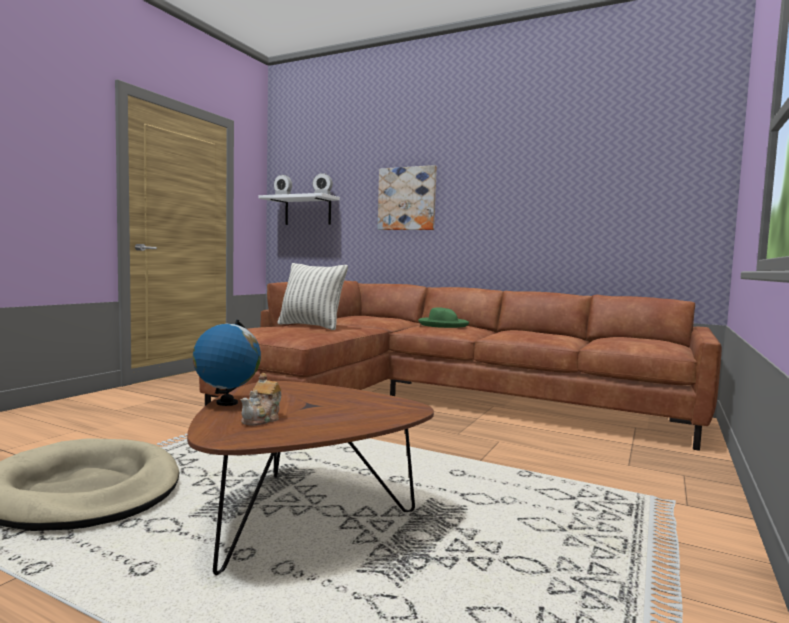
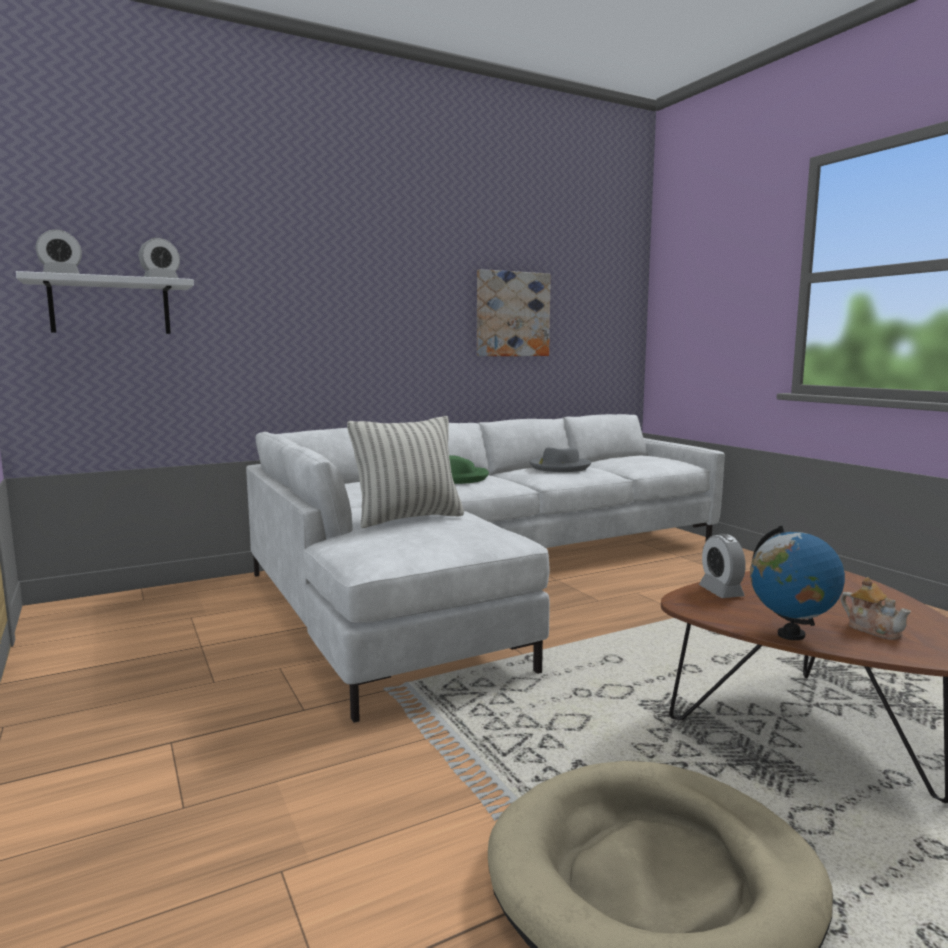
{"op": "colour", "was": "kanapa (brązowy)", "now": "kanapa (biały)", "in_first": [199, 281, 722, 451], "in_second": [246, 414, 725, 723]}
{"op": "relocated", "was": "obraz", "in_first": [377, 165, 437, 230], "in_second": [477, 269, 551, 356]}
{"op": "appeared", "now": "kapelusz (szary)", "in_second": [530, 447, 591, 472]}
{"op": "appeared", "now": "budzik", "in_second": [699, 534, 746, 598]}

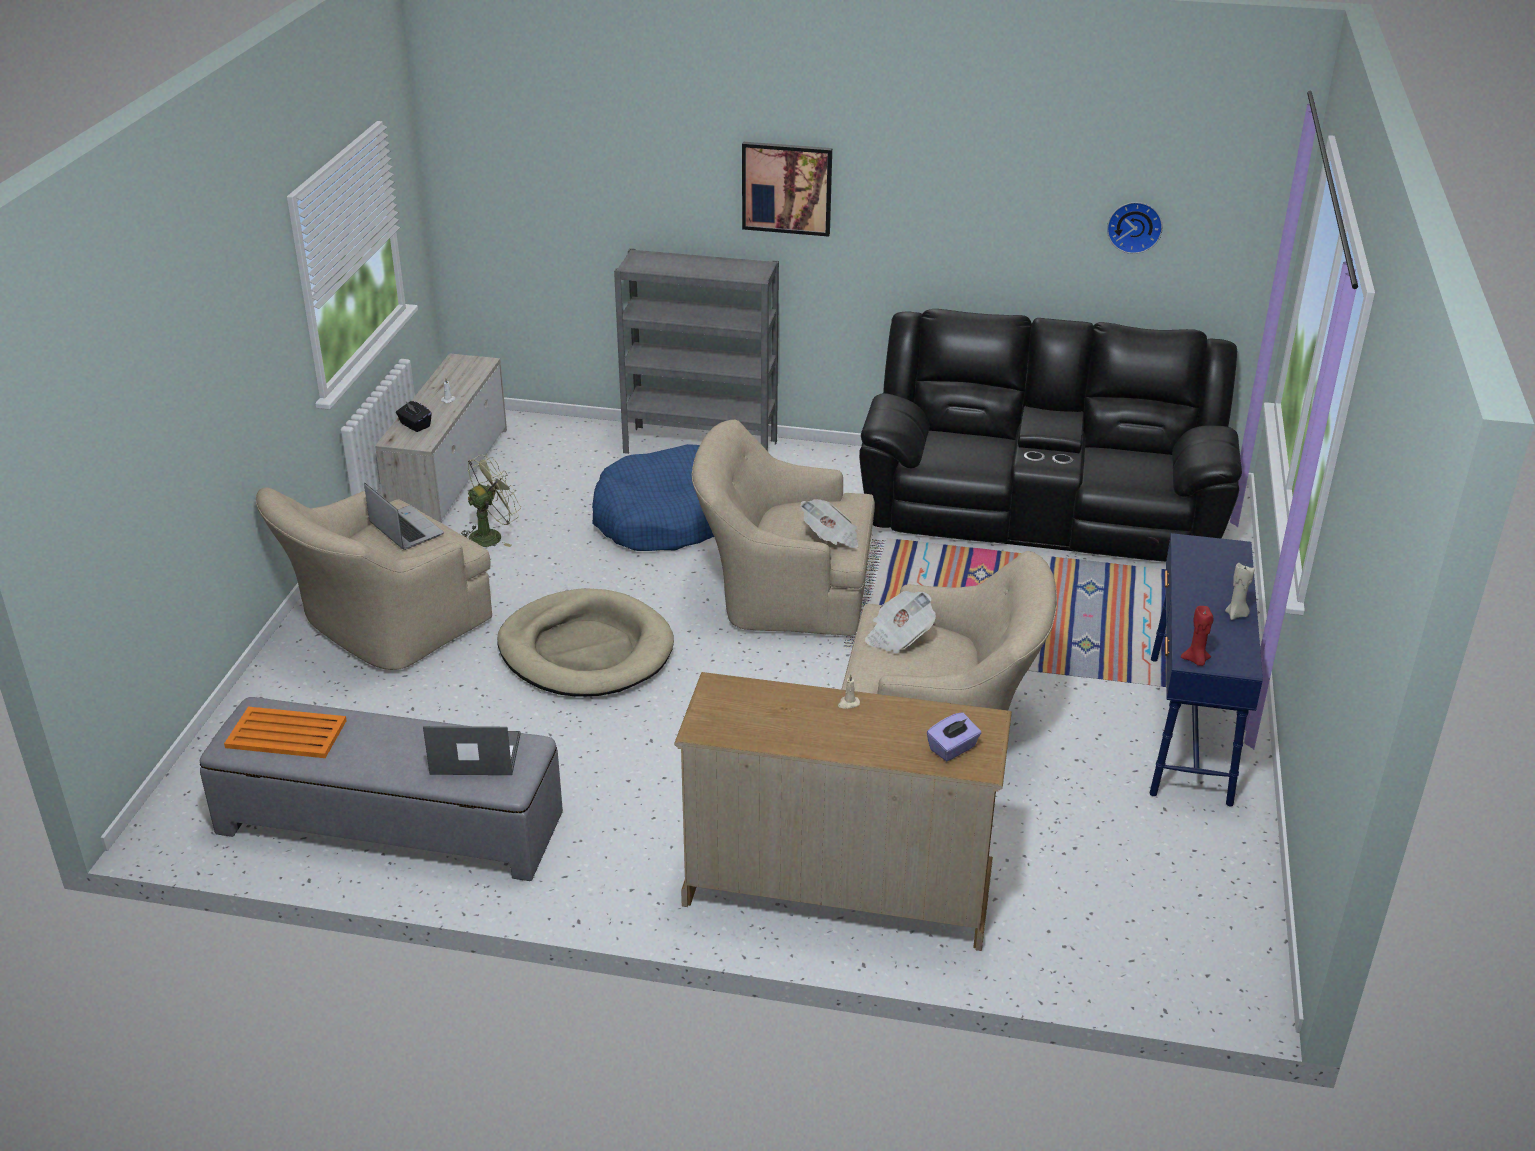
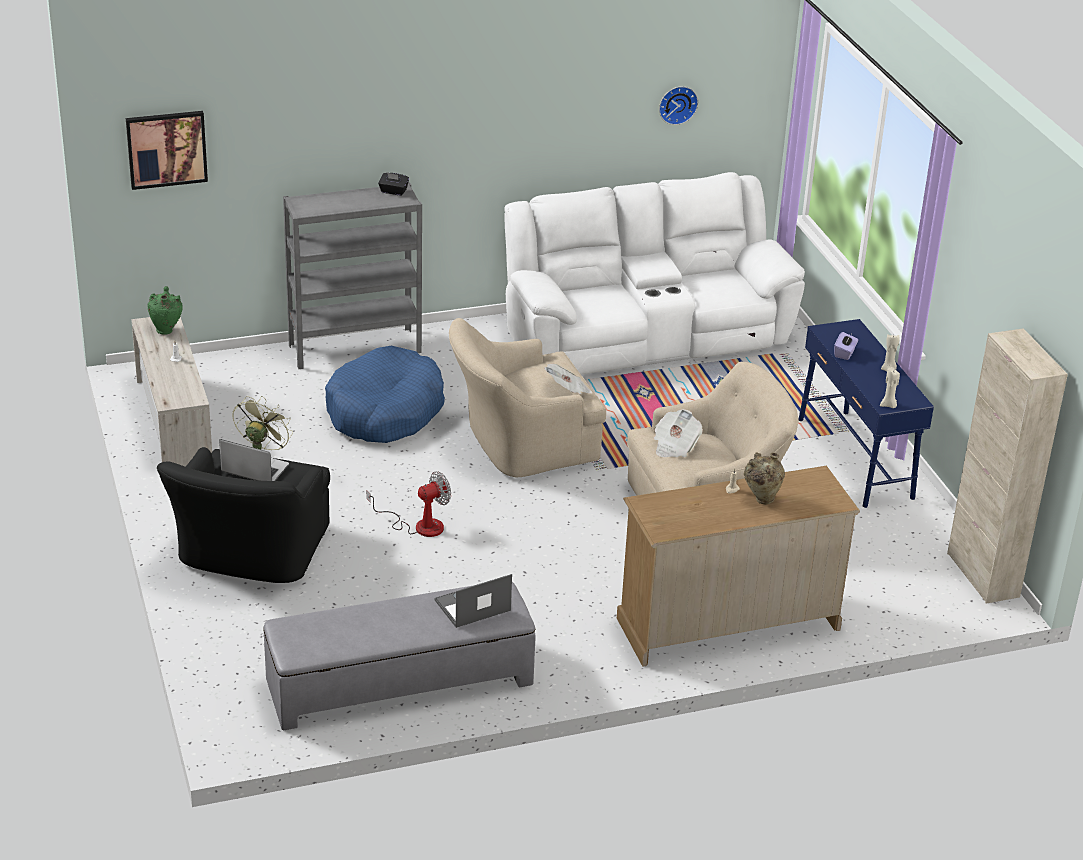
{"op": "relocated", "was": "obraz", "in_first": [742, 142, 832, 237], "in_second": [126, 111, 208, 190]}
{"op": "appeared", "now": "wazon (zielony)", "in_second": [147, 286, 183, 335]}
{"op": "colour", "was": "fotel (beżowy)", "now": "fotel (czarny)", "in_first": [256, 487, 492, 670], "in_second": [157, 447, 330, 583]}
{"op": "exchanged", "was": "legowisko (beżowy)", "now": "wentylator", "in_first": [497, 588, 674, 697], "in_second": [367, 471, 451, 537]}
{"op": "relocated", "was": "pudełko chusteczek (czarny)", "in_first": [396, 401, 432, 432], "in_second": [378, 173, 409, 196]}
{"op": "colour", "was": "kanapa (czarny)", "now": "kanapa (biały)", "in_first": [859, 309, 1242, 562], "in_second": [504, 172, 805, 374]}
{"op": "appeared", "now": "wazon (beżowy)", "in_second": [744, 452, 785, 504]}
{"op": "relocated", "was": "pudełko chusteczek (fioletowy)", "in_first": [927, 712, 981, 761], "in_second": [834, 332, 858, 360]}
{"op": "colour", "was": "świeca (czerwony)", "now": "świeca (beżowy)", "in_first": [1181, 606, 1213, 666], "in_second": [880, 367, 900, 408]}
{"op": "appeared", "now": "szafka (beżowy)", "in_second": [947, 328, 1068, 604]}
{"op": "missing", "was": "taca (pomarańczowy)", "in_first": [224, 707, 347, 758]}

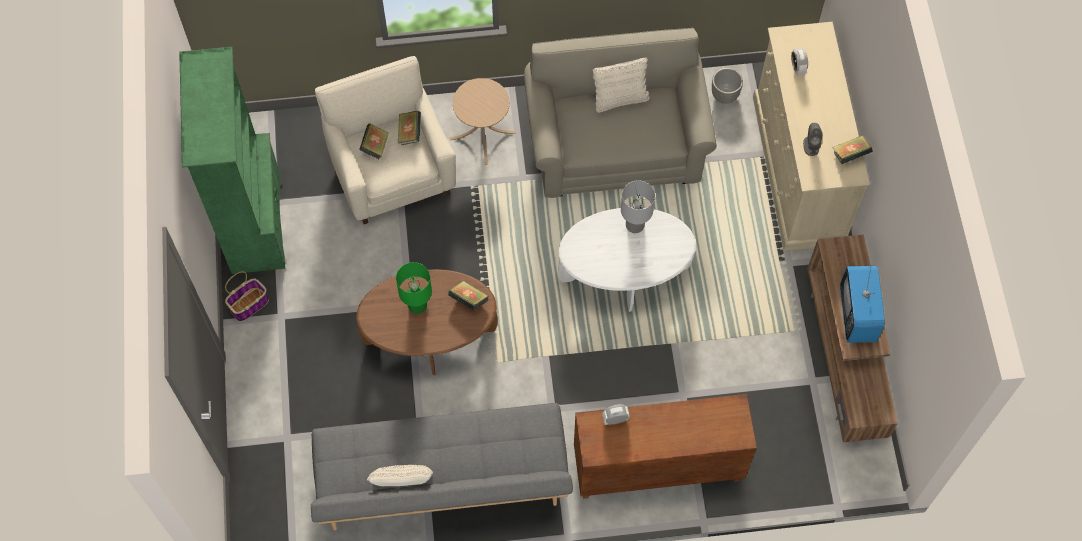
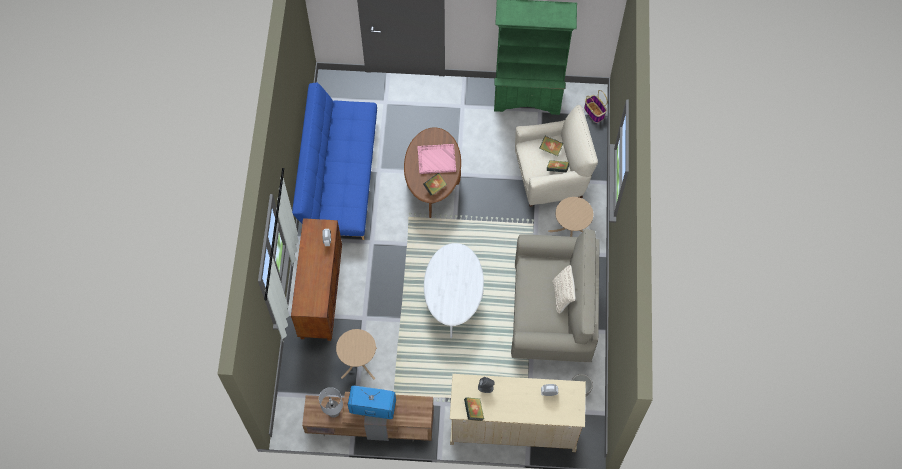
{"op": "colour", "was": "kanapa (szary)", "now": "kanapa (niebieski)", "in_first": [311, 403, 573, 530], "in_second": [292, 83, 377, 240]}
{"op": "relocated", "was": "lampa stołowa (szary)", "in_first": [621, 180, 655, 233], "in_second": [319, 387, 343, 418]}
{"op": "appeared", "now": "stolik (beżowy)", "in_second": [336, 329, 377, 379]}
{"op": "exchanged", "was": "lampa stołowa (zielony)", "now": "taca (różowy)", "in_first": [396, 262, 432, 314], "in_second": [417, 144, 456, 174]}
{"op": "relocated", "was": "koszyk", "in_first": [225, 271, 269, 322], "in_second": [584, 90, 607, 123]}
{"op": "missing", "was": "poduszka (beżowy)", "in_first": [367, 465, 433, 486]}

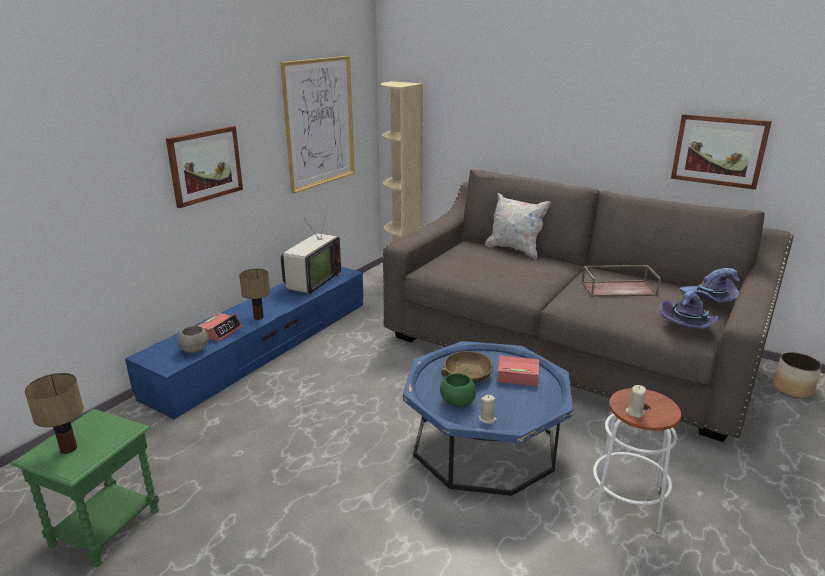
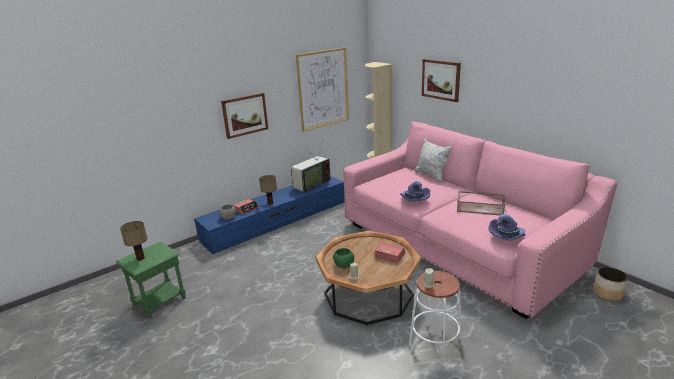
{"op": "colour", "was": "ława (niebieski)", "now": "ława (brązowy)", "in_first": [403, 341, 573, 496], "in_second": [315, 230, 421, 325]}
{"op": "colour", "was": "kanapa (szary)", "now": "kanapa (różowy)", "in_first": [383, 169, 793, 442], "in_second": [343, 121, 617, 319]}
{"op": "relocated", "was": "kapelusz (fioletowy)", "in_first": [679, 268, 740, 303], "in_second": [400, 181, 430, 201]}
{"op": "relocated", "was": "obraz", "in_first": [671, 114, 772, 190], "in_second": [422, 59, 461, 102]}
{"op": "missing", "was": "miska (brązowy)", "in_first": [441, 351, 493, 384]}

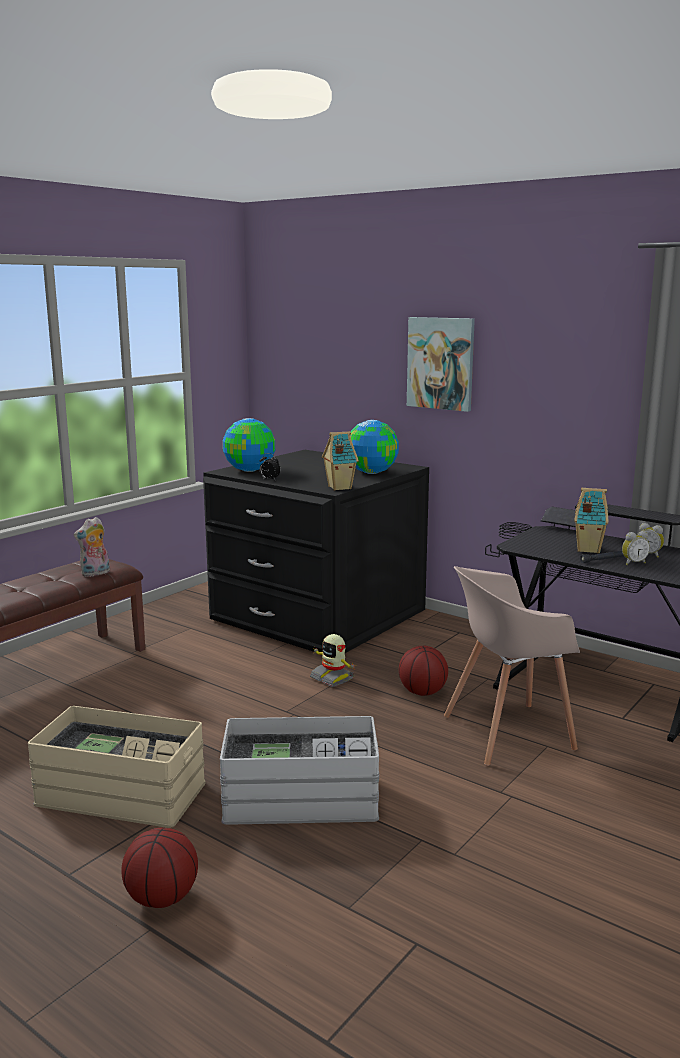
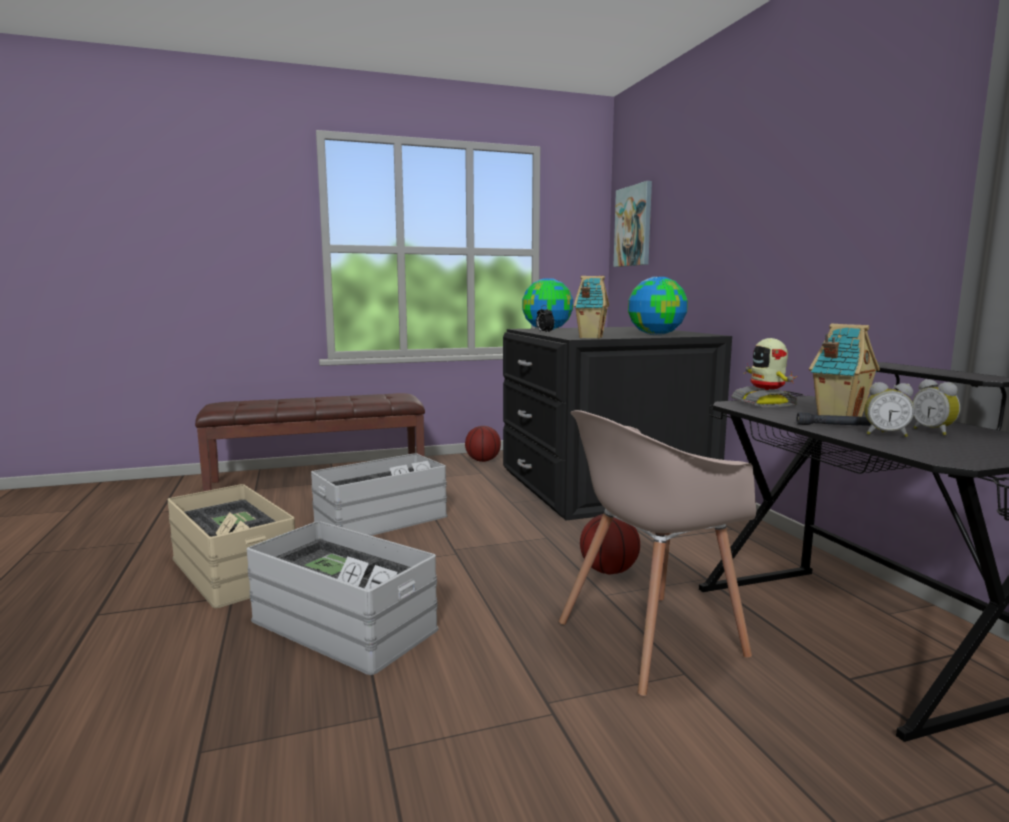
{"op": "appeared", "now": "pojemnik do przechowywania (szary)", "in_second": [311, 453, 448, 536]}
{"op": "relocated", "was": "piłka do koszykówki", "in_first": [121, 828, 198, 908], "in_second": [465, 426, 501, 462]}
{"op": "spun", "was": "krzesło (beżowy)", "in_first": [444, 566, 580, 766], "in_second": [559, 410, 756, 696], "clockwise": -45}
{"op": "relocated", "was": "obraz", "in_first": [407, 317, 475, 412], "in_second": [613, 181, 652, 267]}
{"op": "relocated", "was": "robot zabawkowy", "in_first": [310, 634, 357, 687], "in_second": [731, 338, 798, 407]}
{"op": "missing", "was": "pluszak", "in_first": [74, 517, 110, 577]}

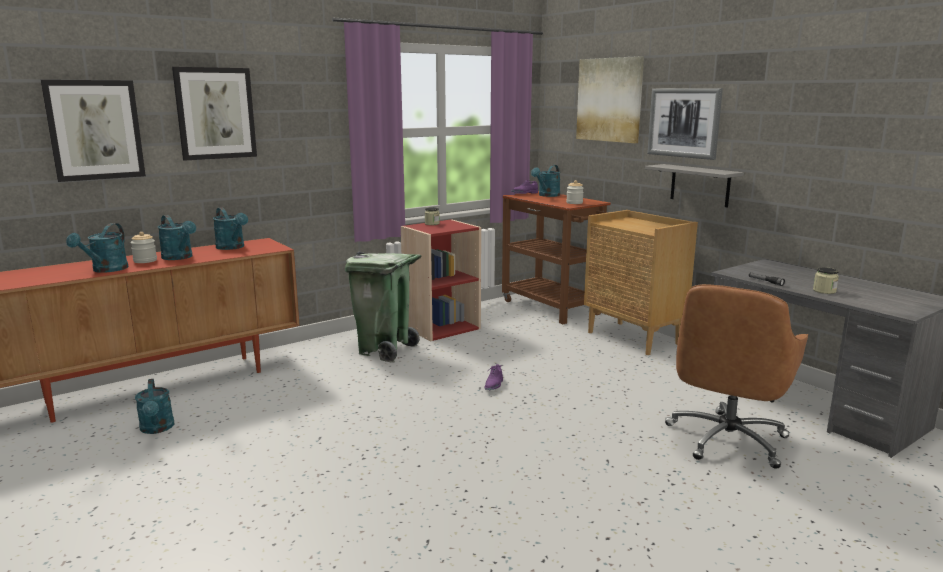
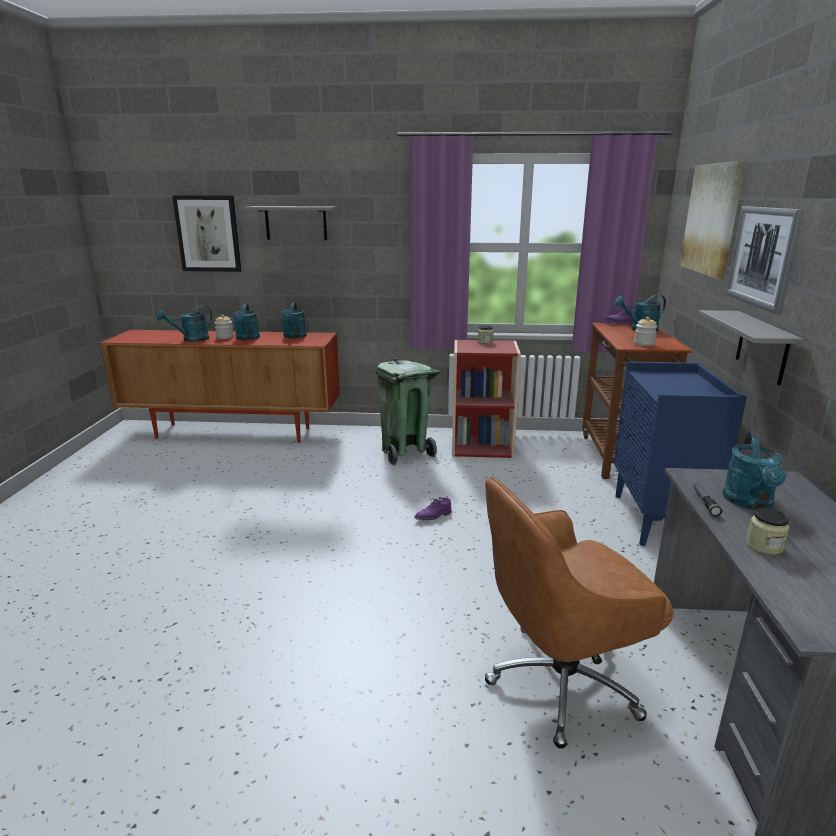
{"op": "exchanged", "was": "obraz", "now": "półka (szary)", "in_first": [172, 67, 257, 161], "in_second": [244, 206, 338, 240]}
{"op": "colour", "was": "szafka (brązowy)", "now": "szafka (niebieski)", "in_first": [584, 210, 698, 355], "in_second": [614, 361, 747, 546]}
{"op": "relocated", "was": "konewka (turkusowy)", "in_first": [135, 379, 174, 434], "in_second": [723, 432, 787, 510]}

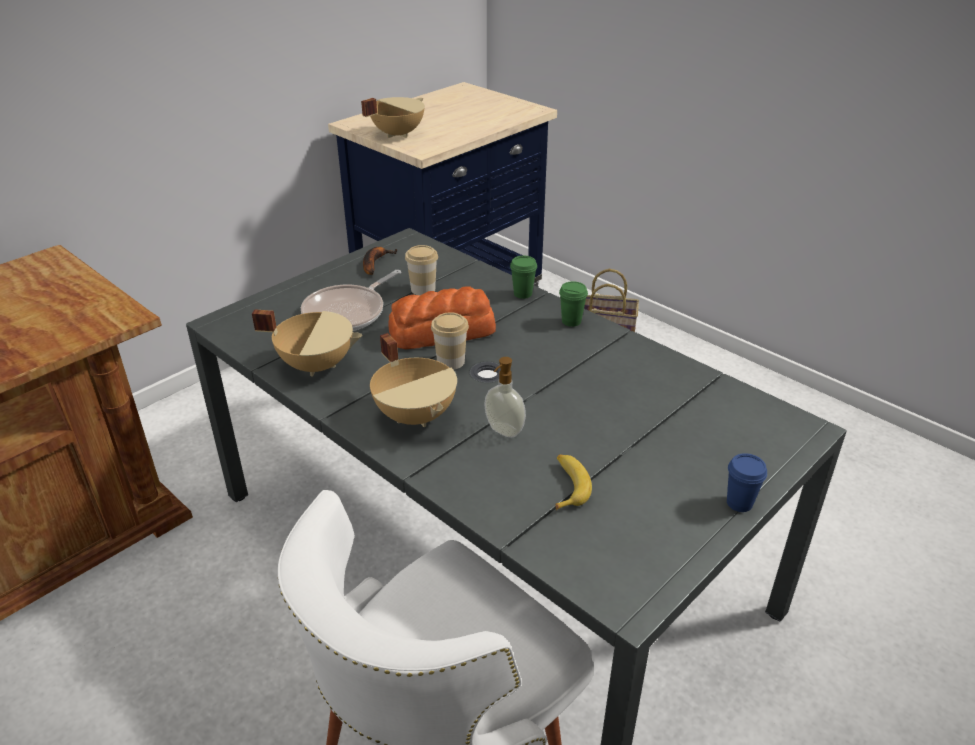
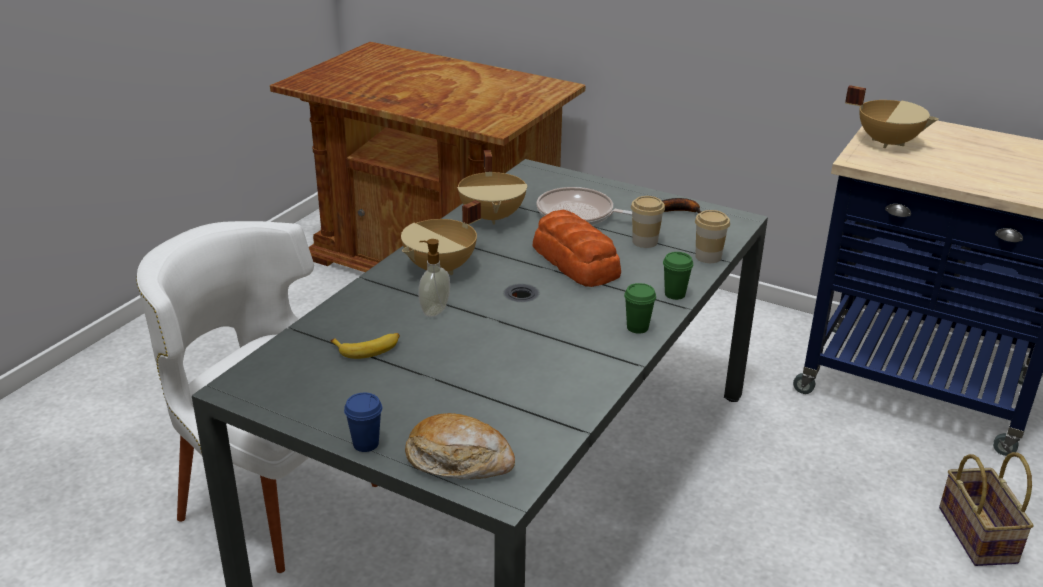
{"op": "appeared", "now": "chleb", "in_second": [405, 413, 515, 479]}
{"op": "relocated", "was": "filiżanka", "in_first": [431, 312, 469, 370], "in_second": [695, 210, 730, 263]}

